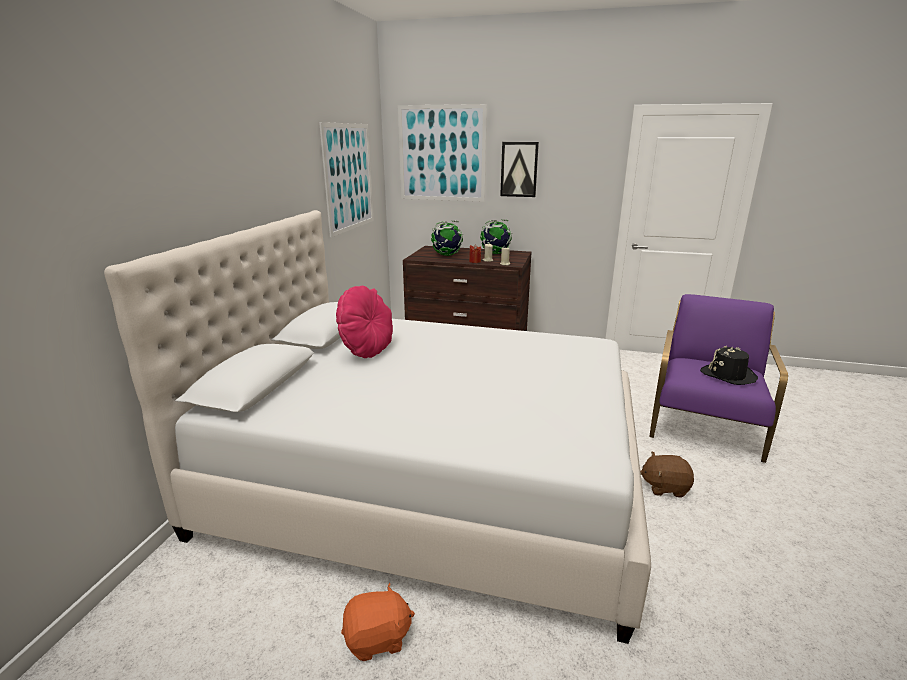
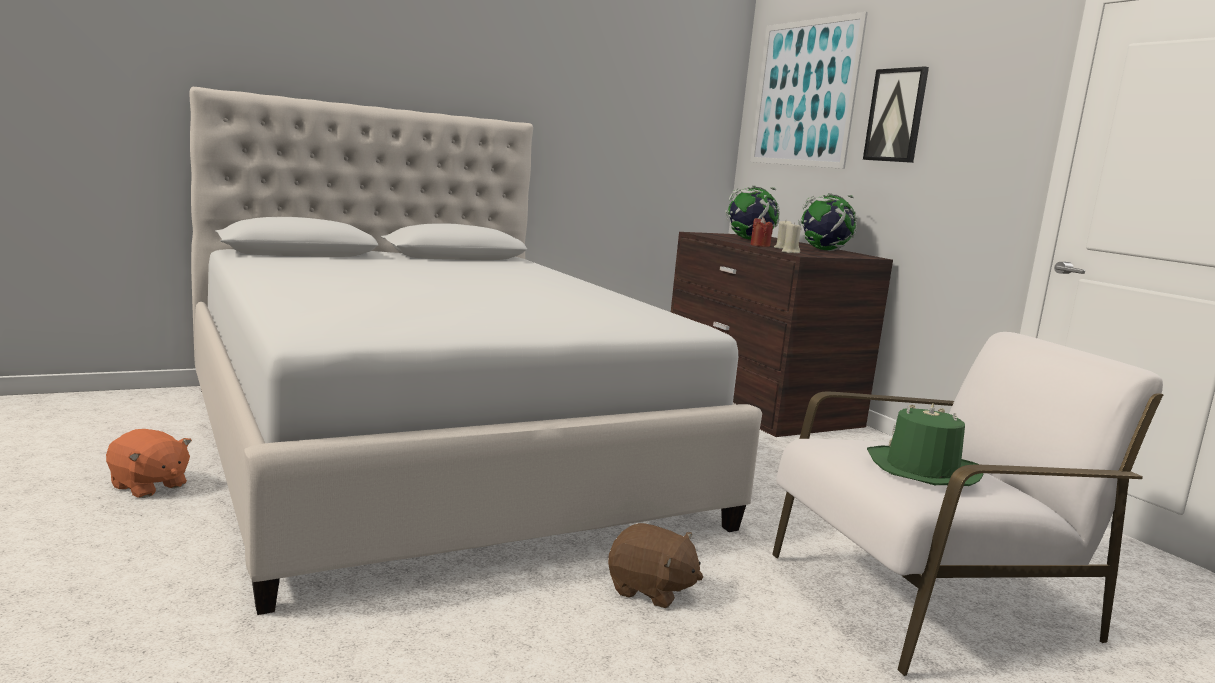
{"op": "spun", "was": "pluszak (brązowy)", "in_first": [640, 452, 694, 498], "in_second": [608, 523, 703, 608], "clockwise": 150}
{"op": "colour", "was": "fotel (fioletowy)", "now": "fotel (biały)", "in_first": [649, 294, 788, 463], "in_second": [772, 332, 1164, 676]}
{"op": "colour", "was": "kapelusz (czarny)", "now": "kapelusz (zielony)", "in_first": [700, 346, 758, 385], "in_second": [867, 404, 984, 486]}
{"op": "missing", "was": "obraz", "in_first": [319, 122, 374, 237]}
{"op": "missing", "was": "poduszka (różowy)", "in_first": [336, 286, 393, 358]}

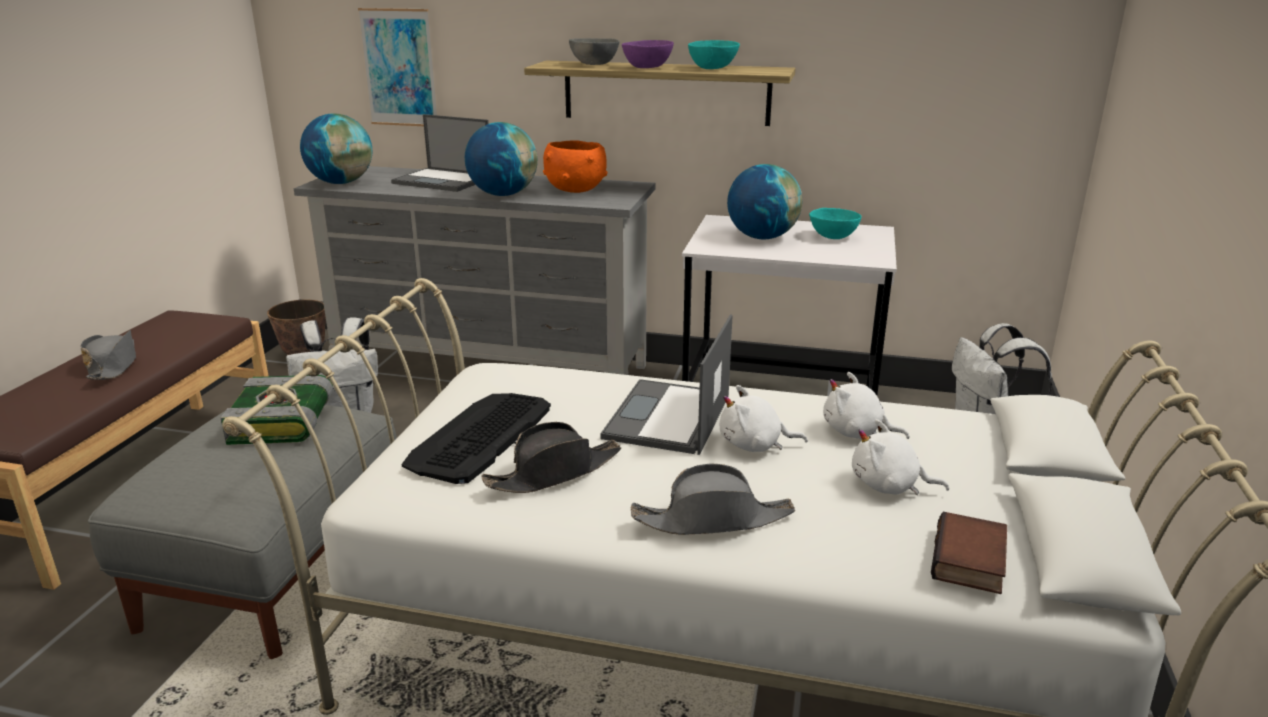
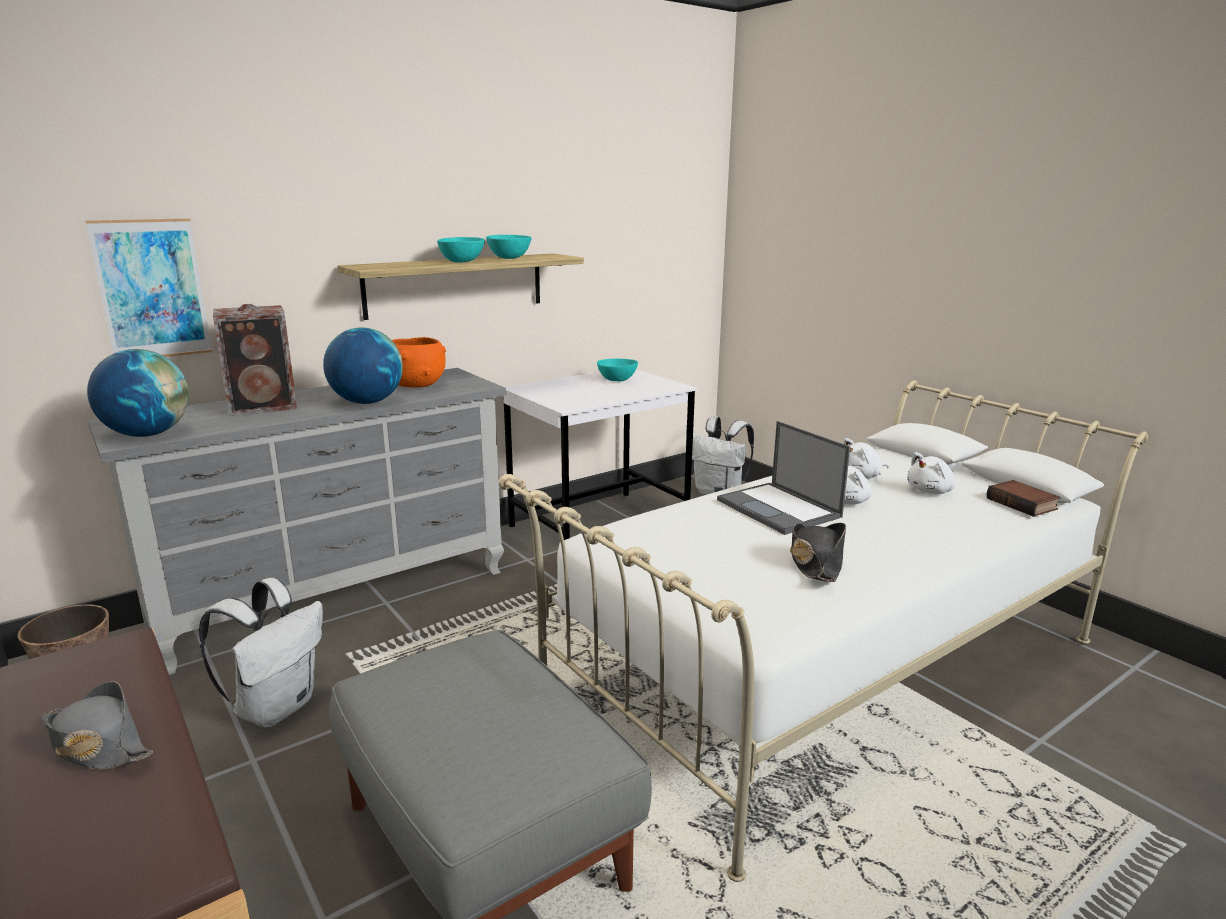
{"op": "exchanged", "was": "laptop", "now": "głośnik", "in_first": [391, 114, 489, 192], "in_second": [213, 304, 297, 416]}
{"op": "colour", "was": "miska (fioletowy)", "now": "miska (turkusowy)", "in_first": [622, 40, 674, 68], "in_second": [437, 237, 485, 263]}
{"op": "missing", "was": "książka", "in_first": [221, 375, 333, 445]}
{"op": "missing", "was": "klawiatura", "in_first": [401, 393, 551, 484]}
{"op": "missing", "was": "miska (szary)", "in_first": [569, 38, 619, 65]}
{"op": "missing", "was": "kapelusz (szary)", "in_first": [630, 464, 795, 535]}
{"op": "missing", "was": "globus", "in_first": [727, 164, 802, 239]}

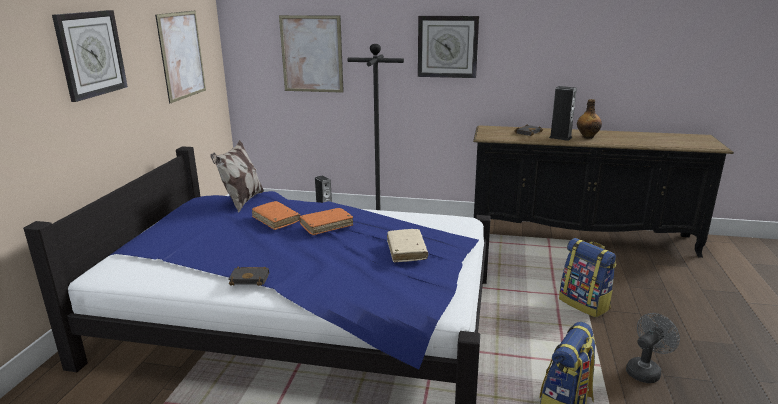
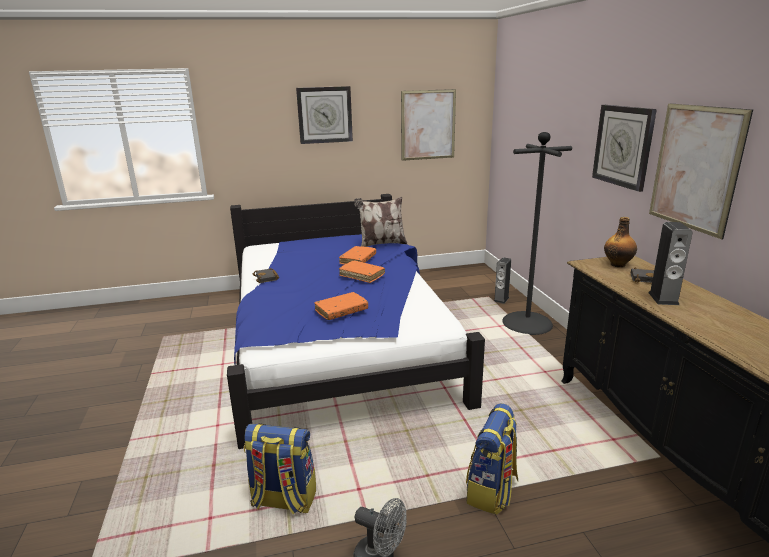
{"op": "colour", "was": "książka (beżowy)", "now": "książka (pomarańczowy)", "in_first": [387, 229, 428, 262], "in_second": [314, 292, 368, 320]}
{"op": "relocated", "was": "butelka", "in_first": [577, 99, 602, 139], "in_second": [604, 217, 637, 267]}
{"op": "relocated", "was": "obraz", "in_first": [279, 15, 344, 93], "in_second": [649, 103, 753, 239]}

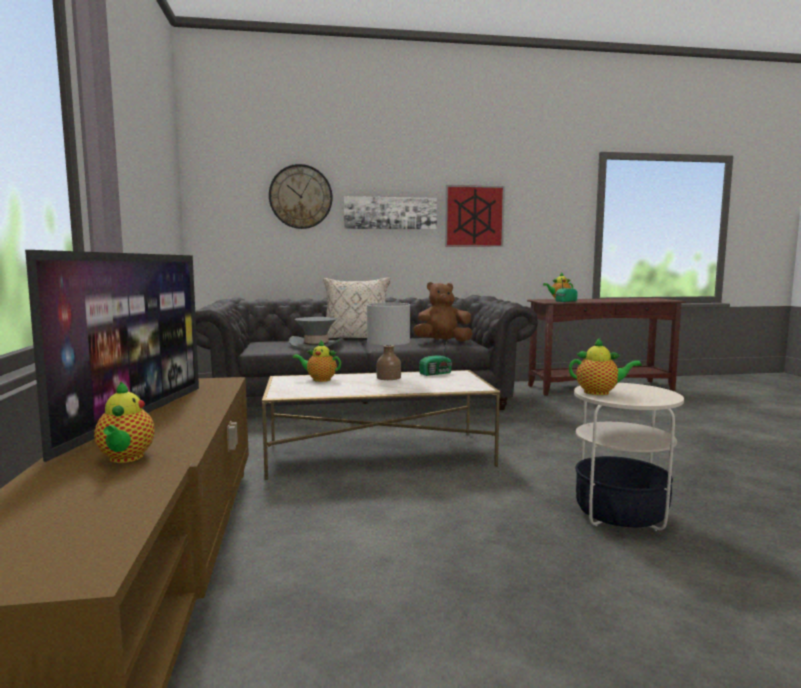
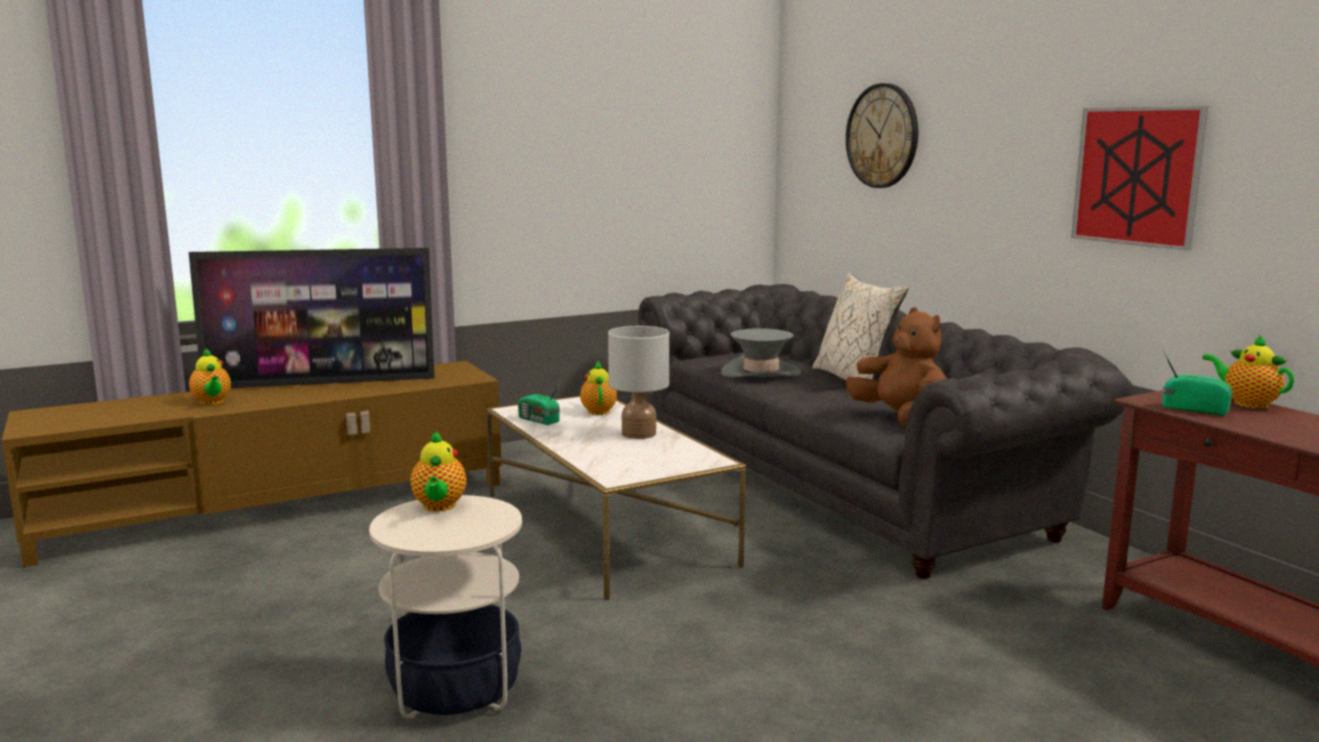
{"op": "spun", "was": "imbryk", "in_first": [94, 381, 155, 463], "in_second": [189, 348, 231, 404], "clockwise": -90}
{"op": "relocated", "was": "radio", "in_first": [419, 342, 451, 376], "in_second": [518, 380, 562, 425]}
{"op": "missing", "was": "obraz", "in_first": [344, 196, 437, 230]}

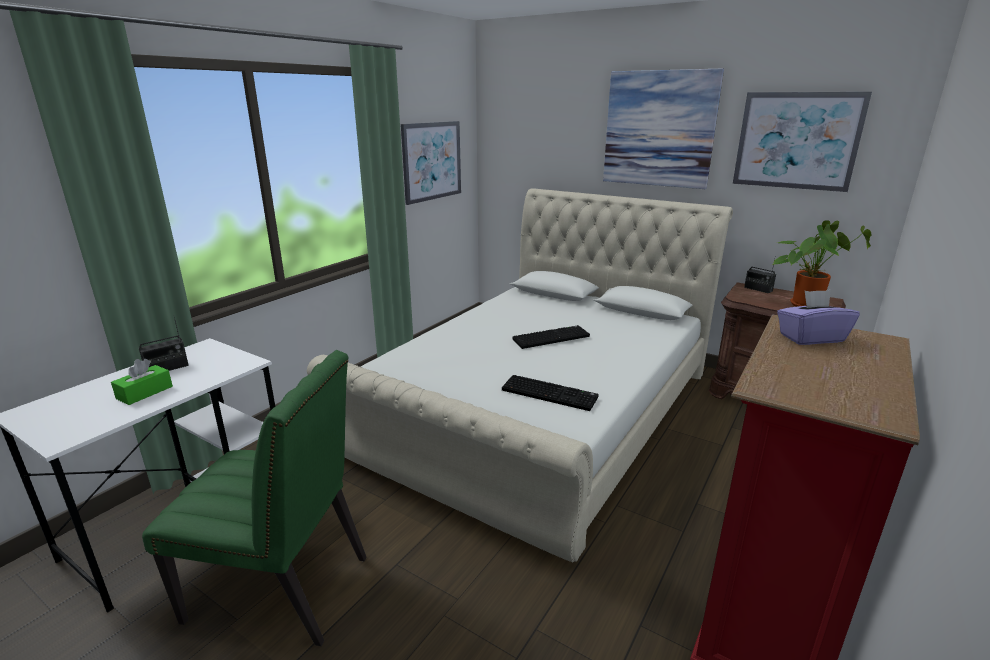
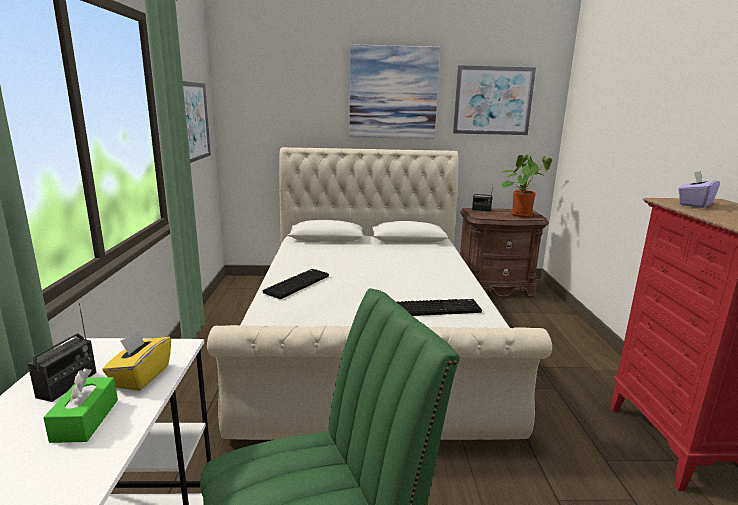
{"op": "appeared", "now": "pudełko chusteczek (żółty)", "in_second": [102, 329, 171, 391]}
{"op": "relocated", "was": "klawiatura", "in_first": [512, 325, 590, 349], "in_second": [263, 269, 329, 299]}

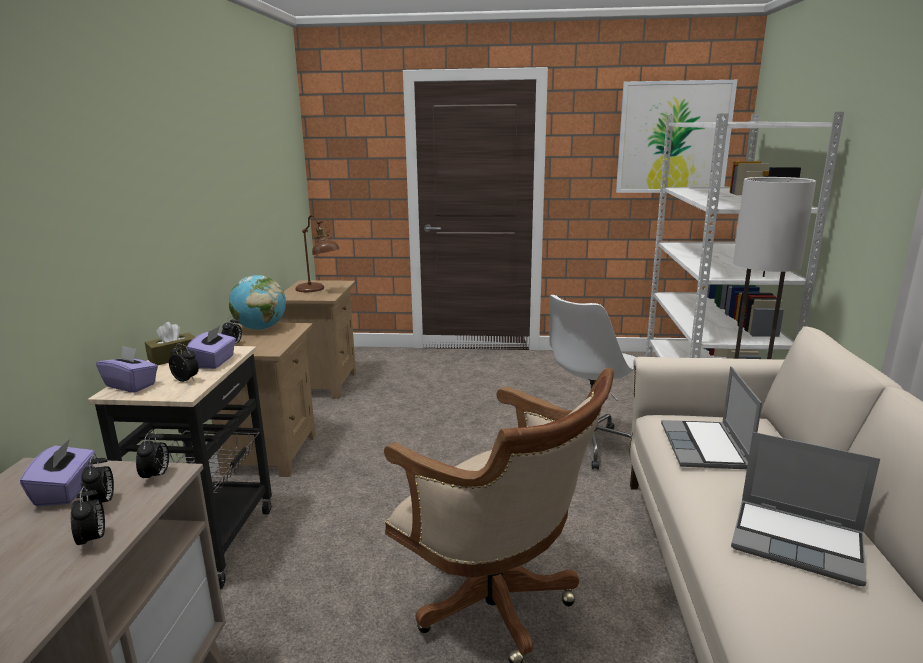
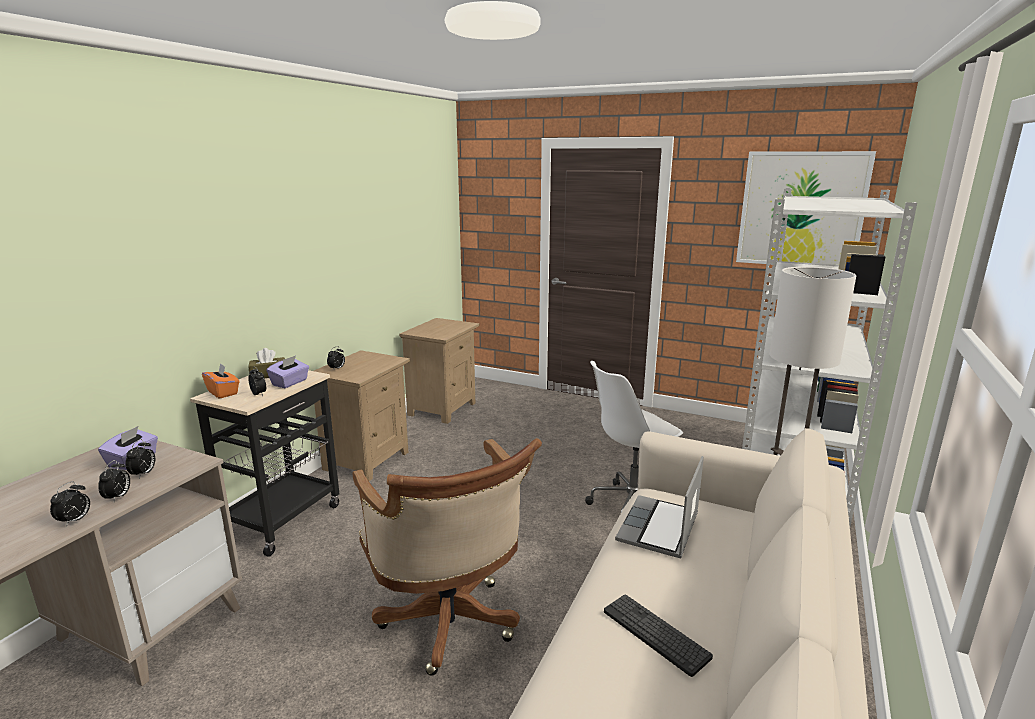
{"op": "relocated", "was": "budzik", "in_first": [136, 430, 169, 483], "in_second": [50, 481, 90, 527]}
{"op": "colour", "was": "pudełko chusteczek (fioletowy)", "now": "pudełko chusteczek (pomarańczowy)", "in_first": [96, 346, 158, 393], "in_second": [202, 363, 240, 399]}
{"op": "exchanged", "was": "laptop", "now": "klawiatura", "in_first": [731, 432, 880, 586], "in_second": [604, 594, 713, 677]}
{"op": "missing", "was": "globus", "in_first": [229, 275, 286, 330]}
{"op": "missing", "was": "lampa stołowa (brązowy)", "in_first": [296, 215, 339, 292]}

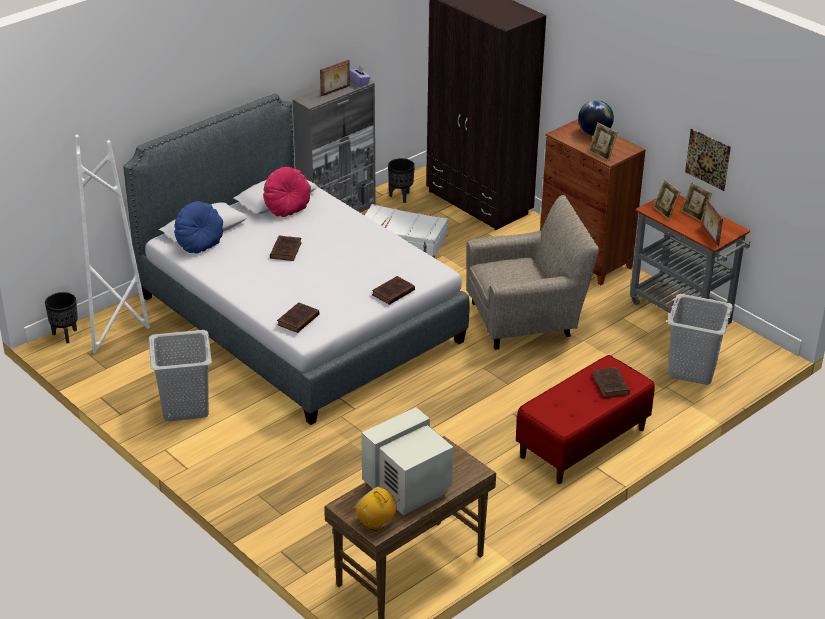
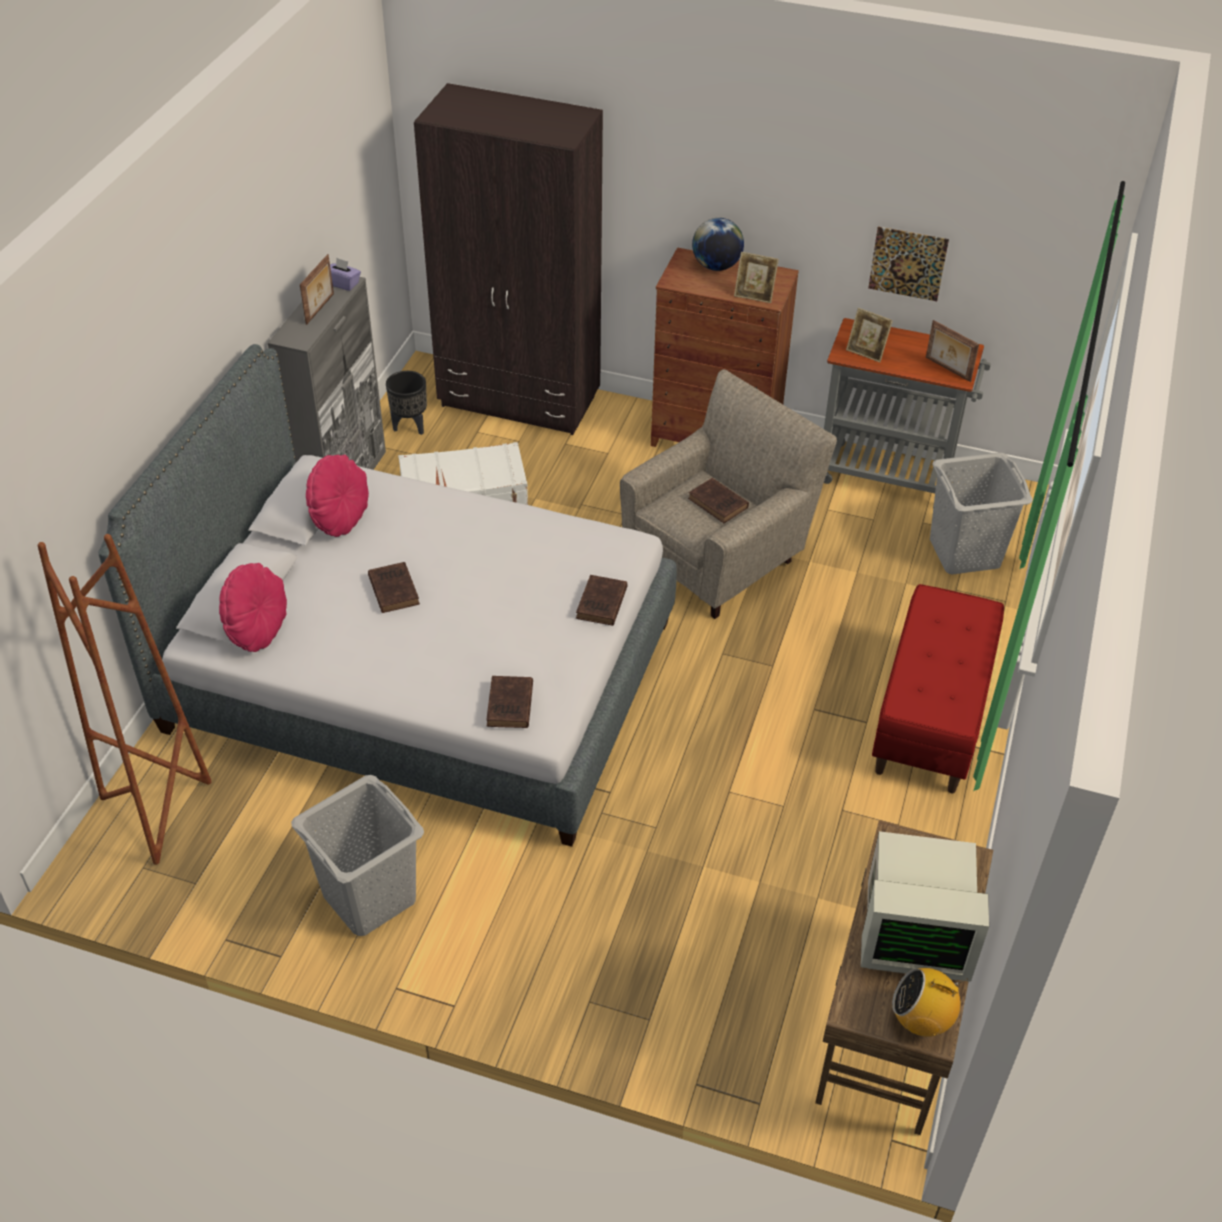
{"op": "colour", "was": "wieszak (biały)", "now": "wieszak (brązowy)", "in_first": [75, 135, 150, 354], "in_second": [38, 534, 212, 865]}
{"op": "colour", "was": "poduszka (niebieski)", "now": "poduszka (różowy)", "in_first": [174, 201, 223, 254], "in_second": [219, 563, 287, 652]}
{"op": "relocated", "was": "książka (brązowy)", "in_first": [592, 367, 630, 398], "in_second": [688, 478, 749, 523]}
{"op": "spun", "was": "monitor", "in_first": [361, 407, 454, 515], "in_second": [861, 831, 989, 982], "clockwise": -105}
{"op": "missing", "was": "donica (czarny)", "in_first": [45, 292, 78, 343]}
{"op": "missing", "was": "ramka na zdjęcie", "in_first": [681, 182, 712, 222]}

